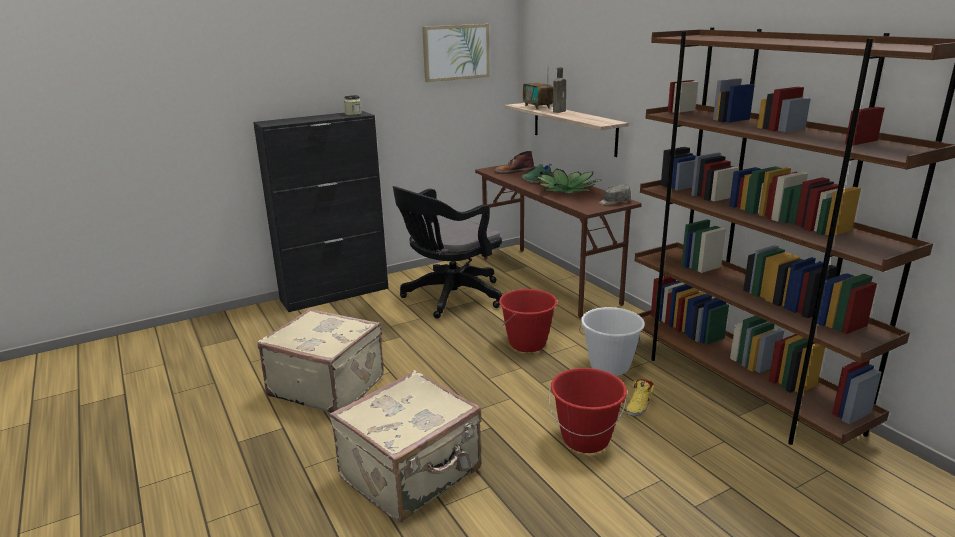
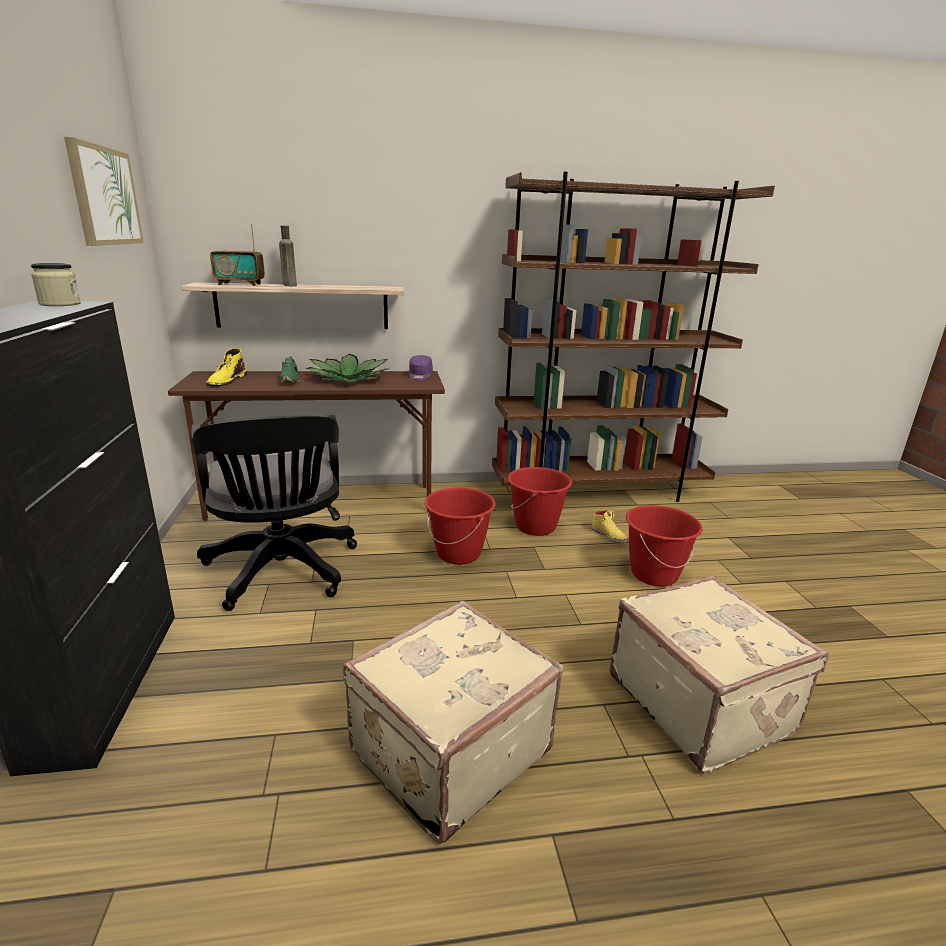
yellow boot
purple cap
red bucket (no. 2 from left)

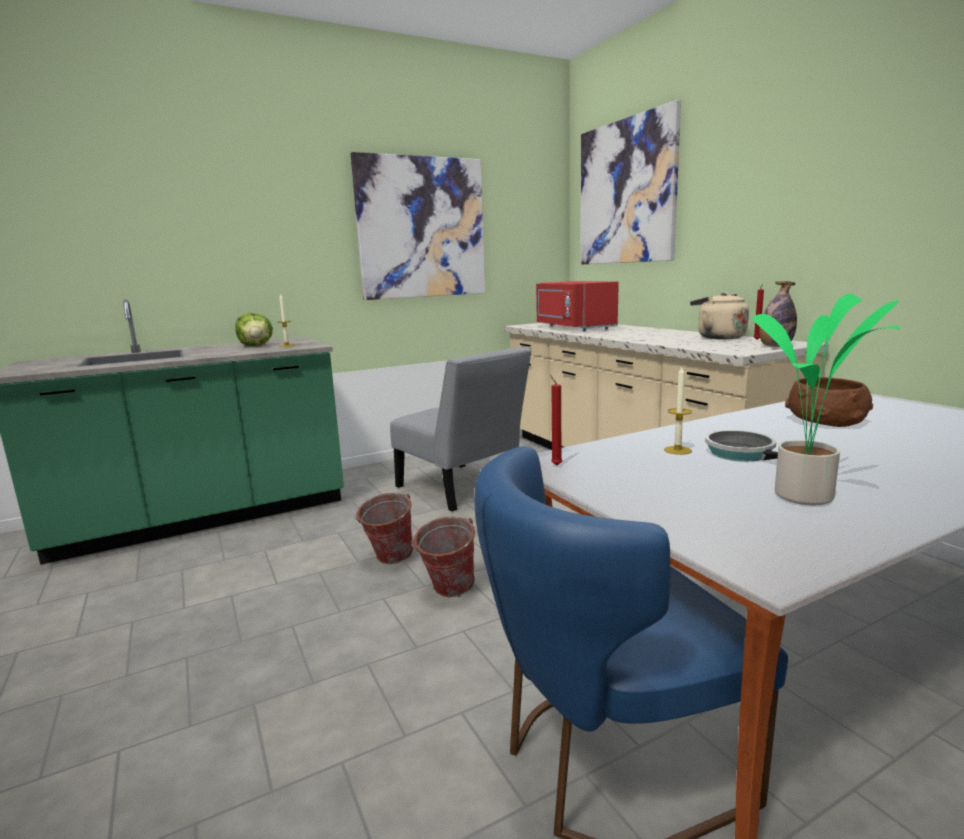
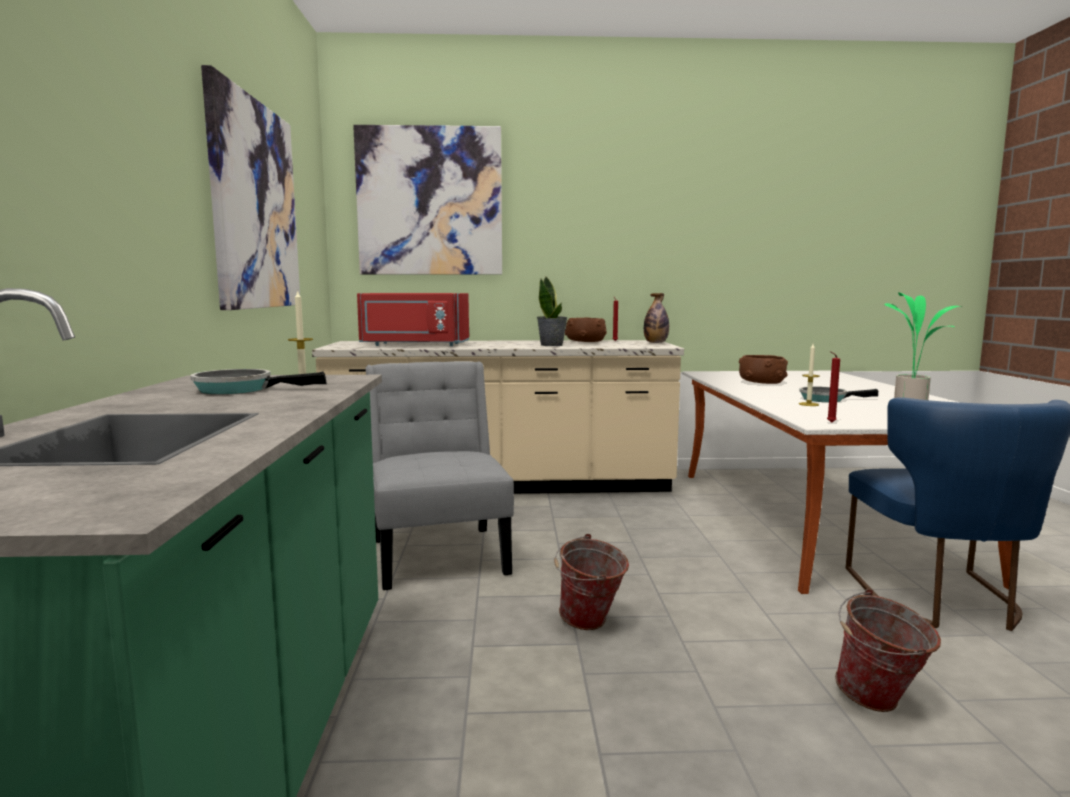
brown bowl (no. 1 from left)
frying pan (no. 1 from left)
grey chair
bucket (no. 2 from left)
potted plant (no. 1 from left)

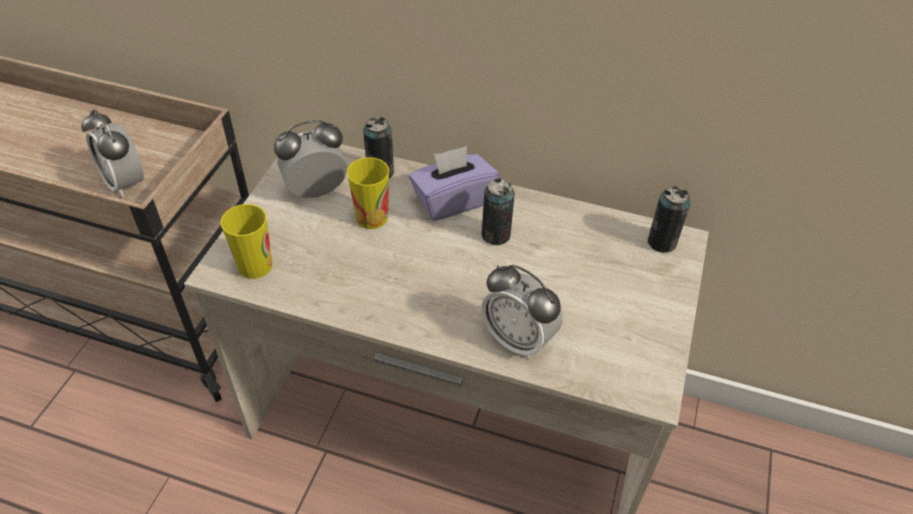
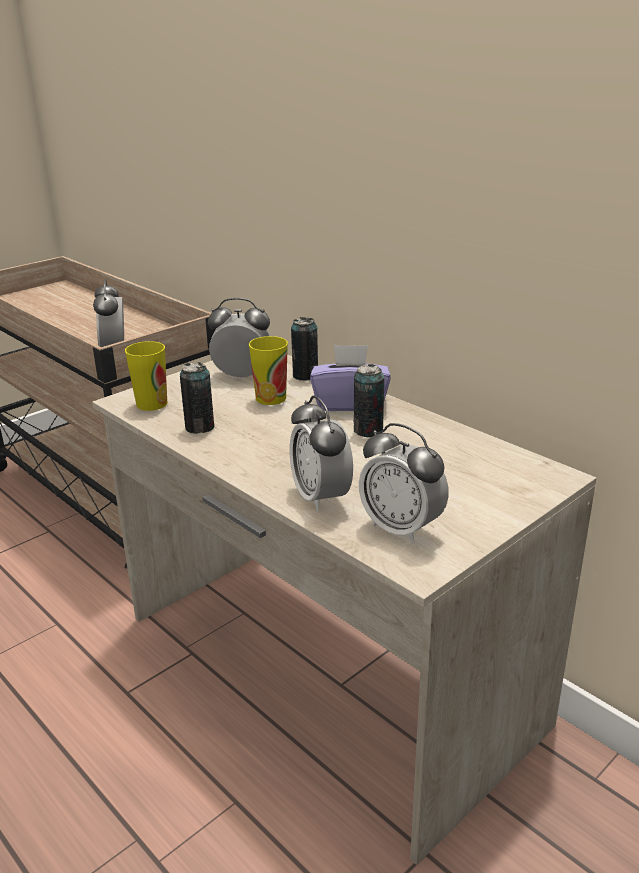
can (no. 1 from left)
alarm clock (no. 4 from left)

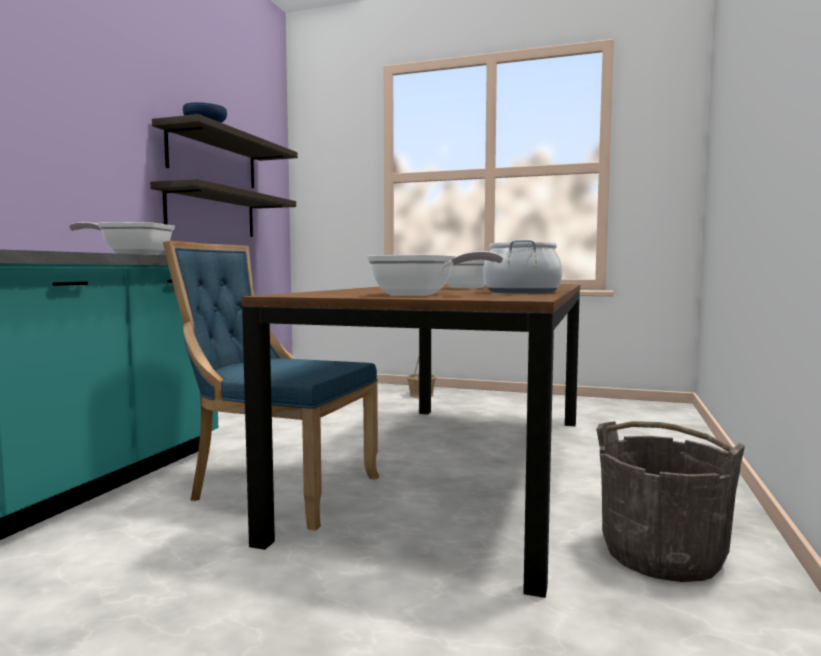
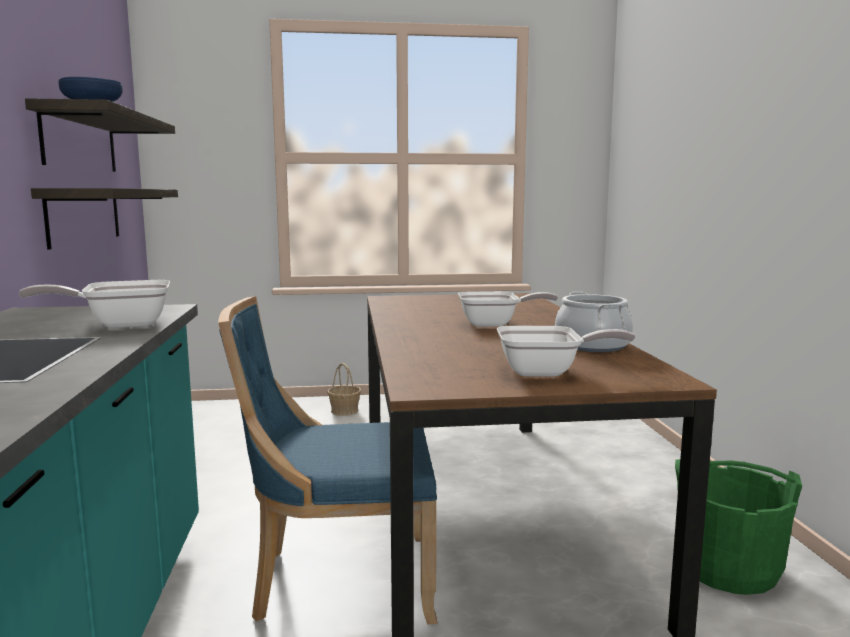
green bucket

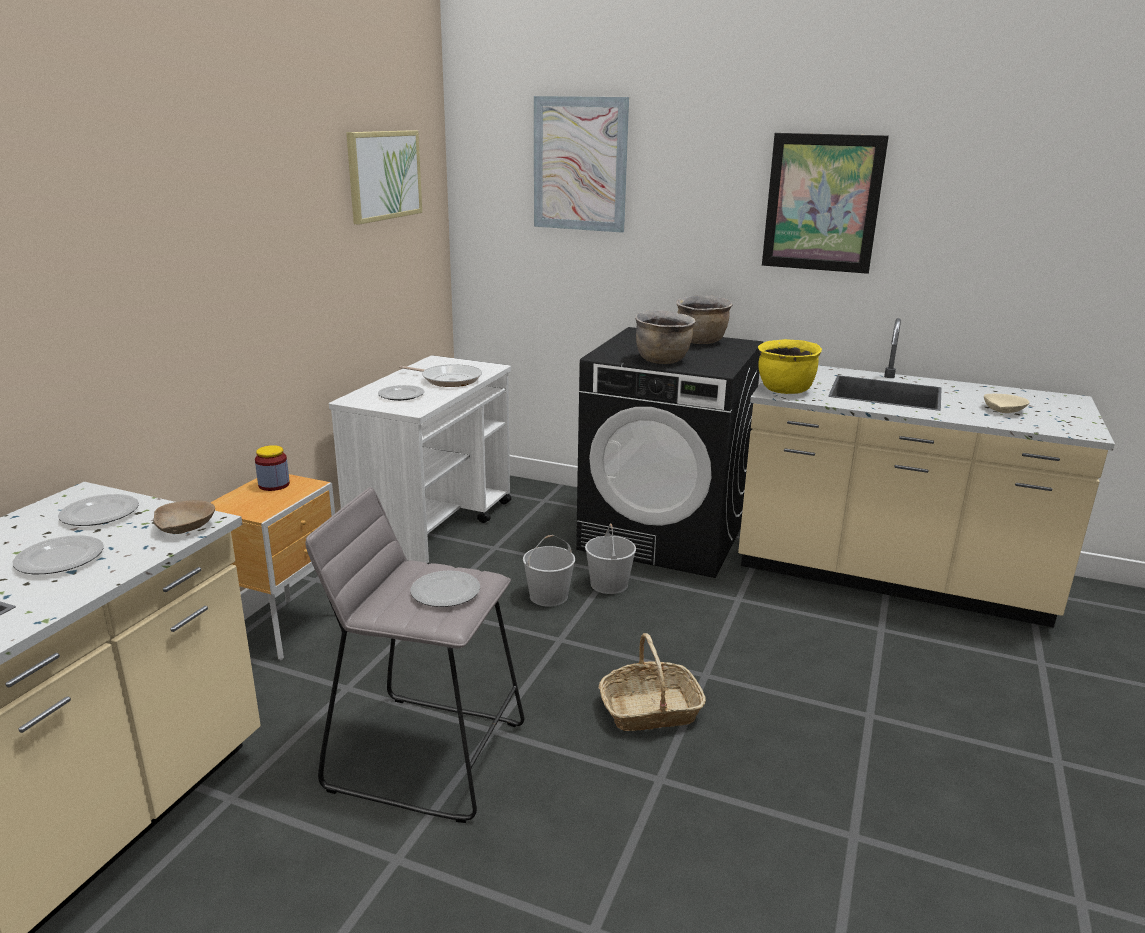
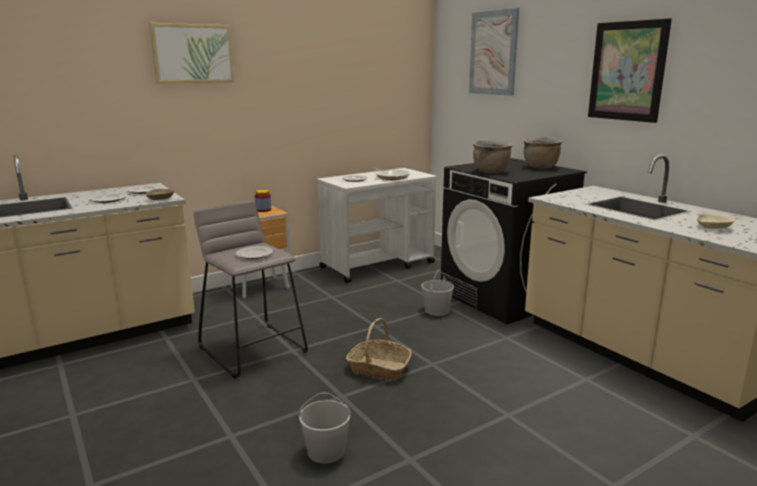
picture (no. 1 from left)
yellow cooking pot
white bucket (no. 1 from left)

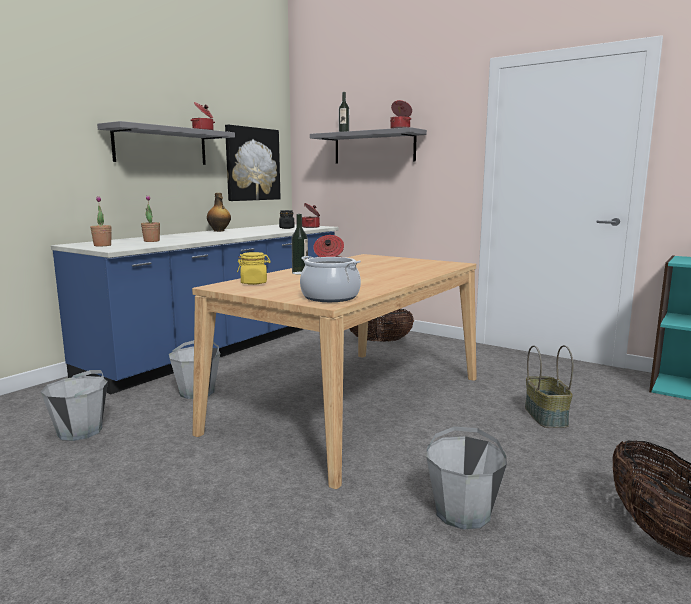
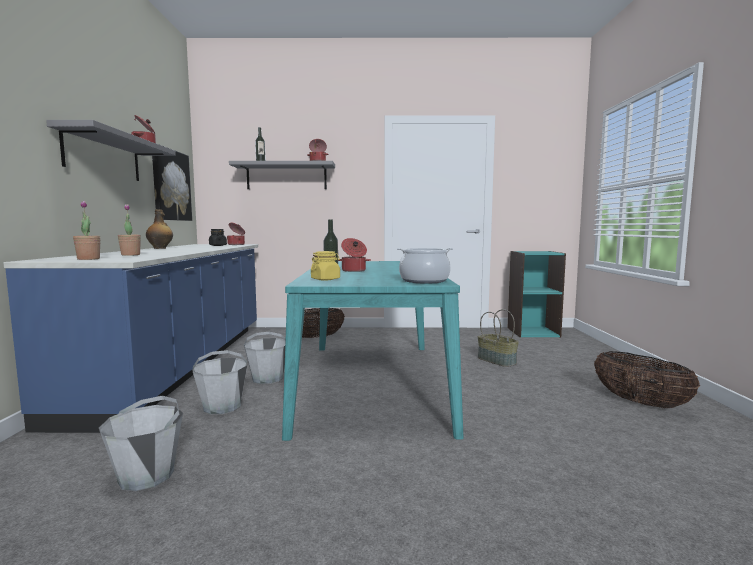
turquoise dining table
grey bucket (no. 3 from left)

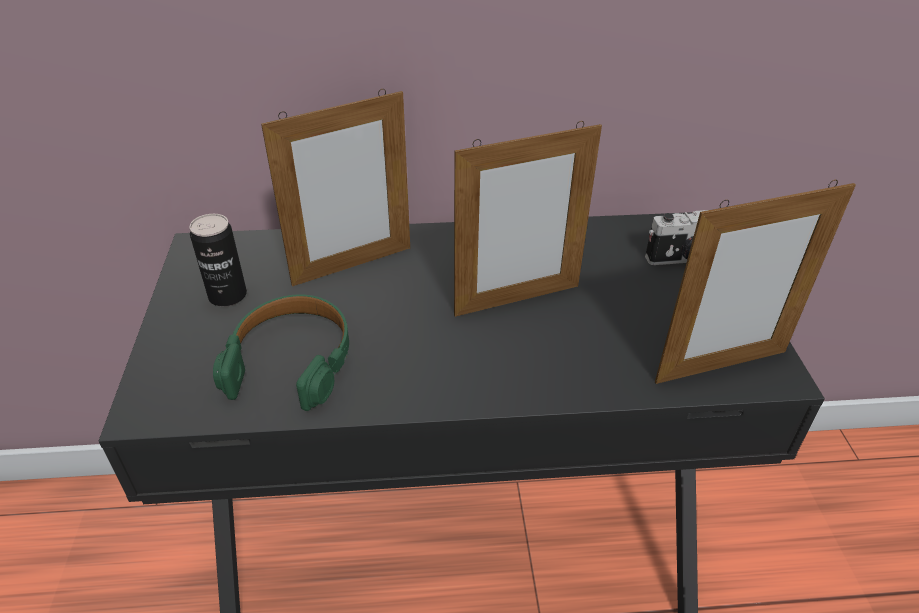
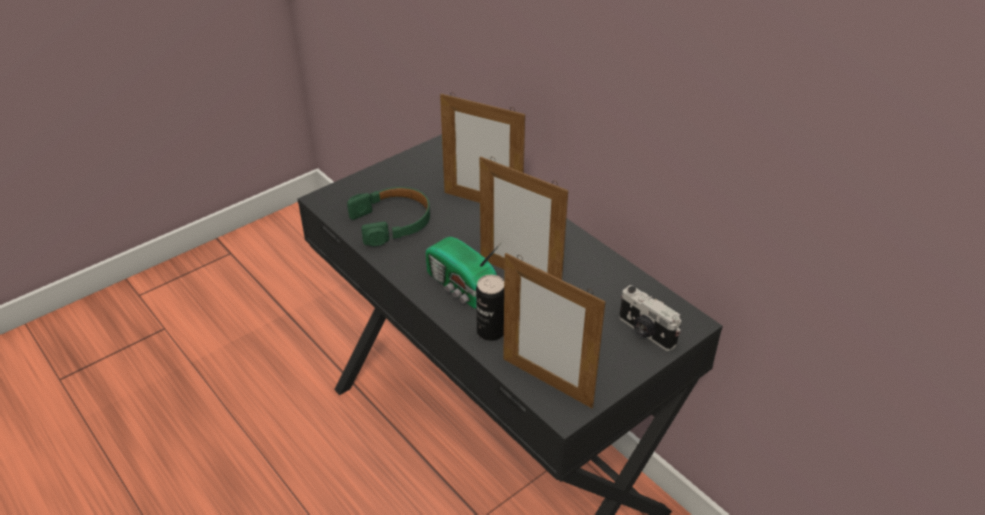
can
radio

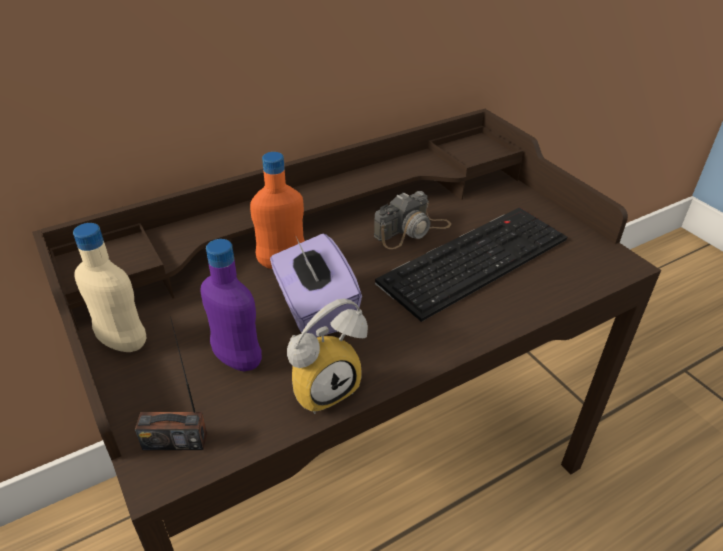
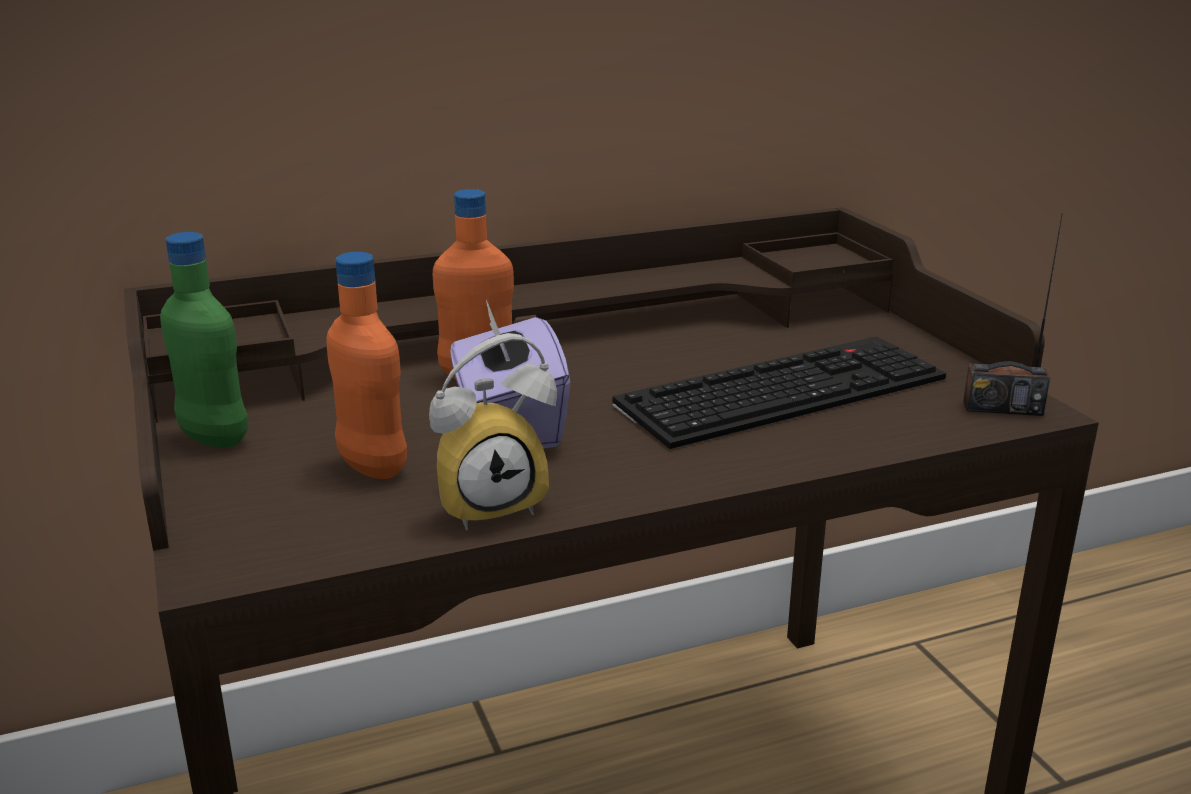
photo camera
green bottle
orange bottle (no. 1 from left)
radio

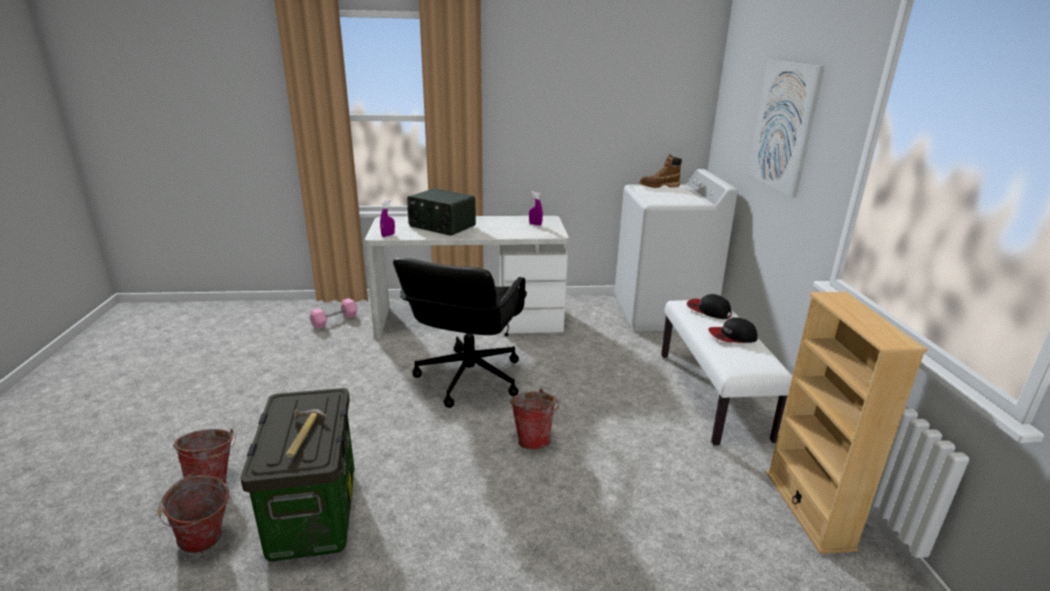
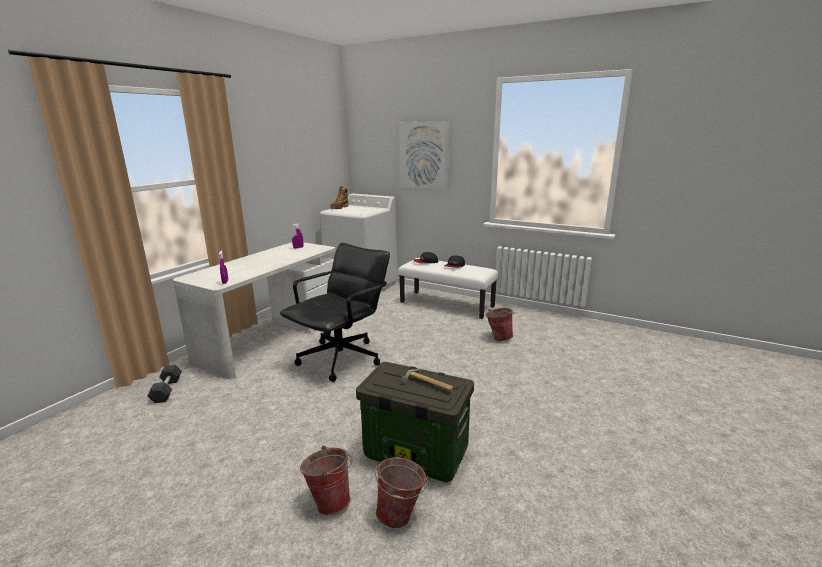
radio
black office chair
beige bookcase
grey dumbbell
bucket (no. 3 from left)

